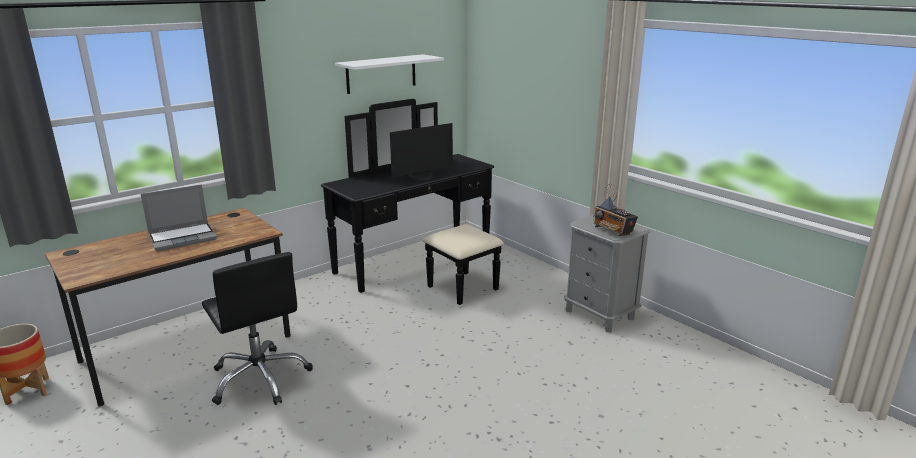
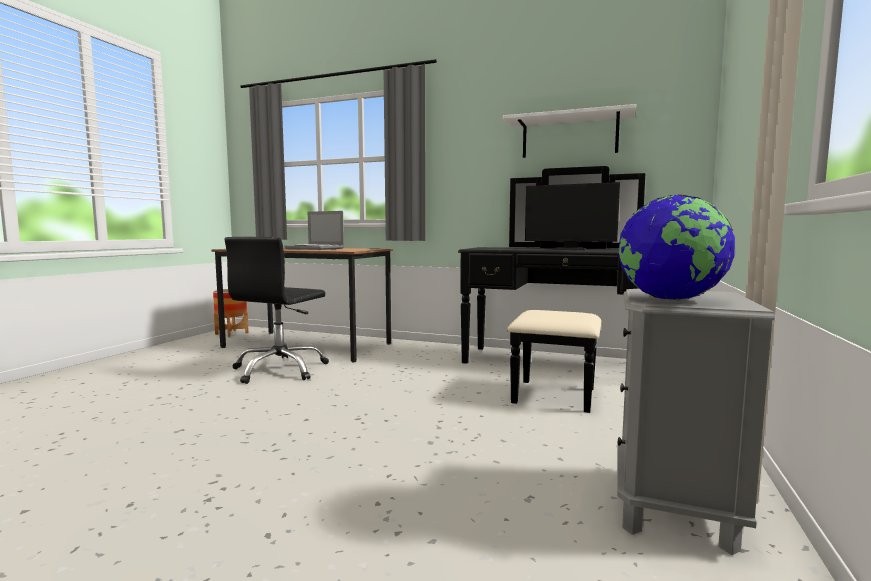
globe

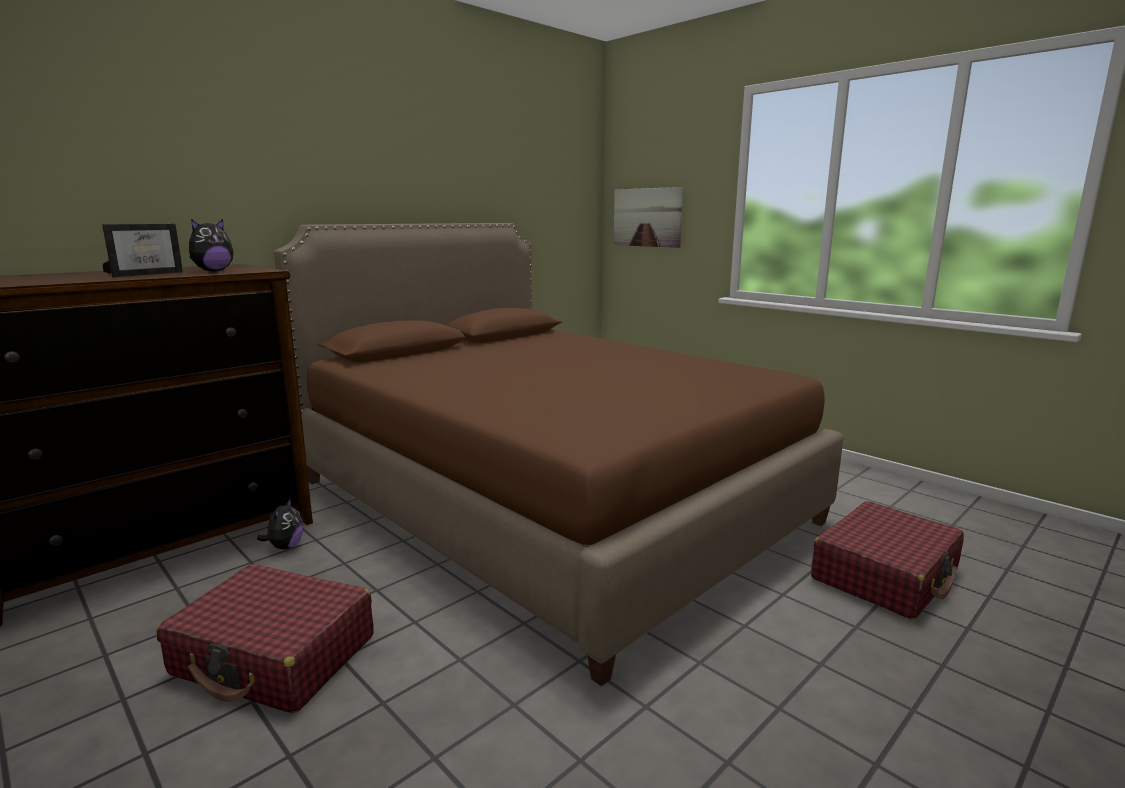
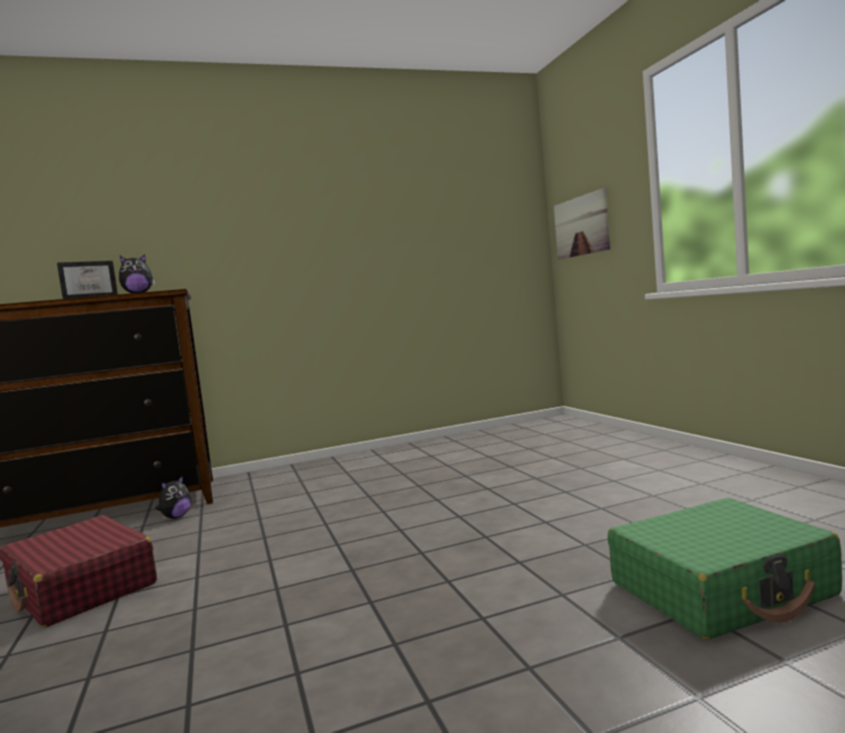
brown bed
green suitcase

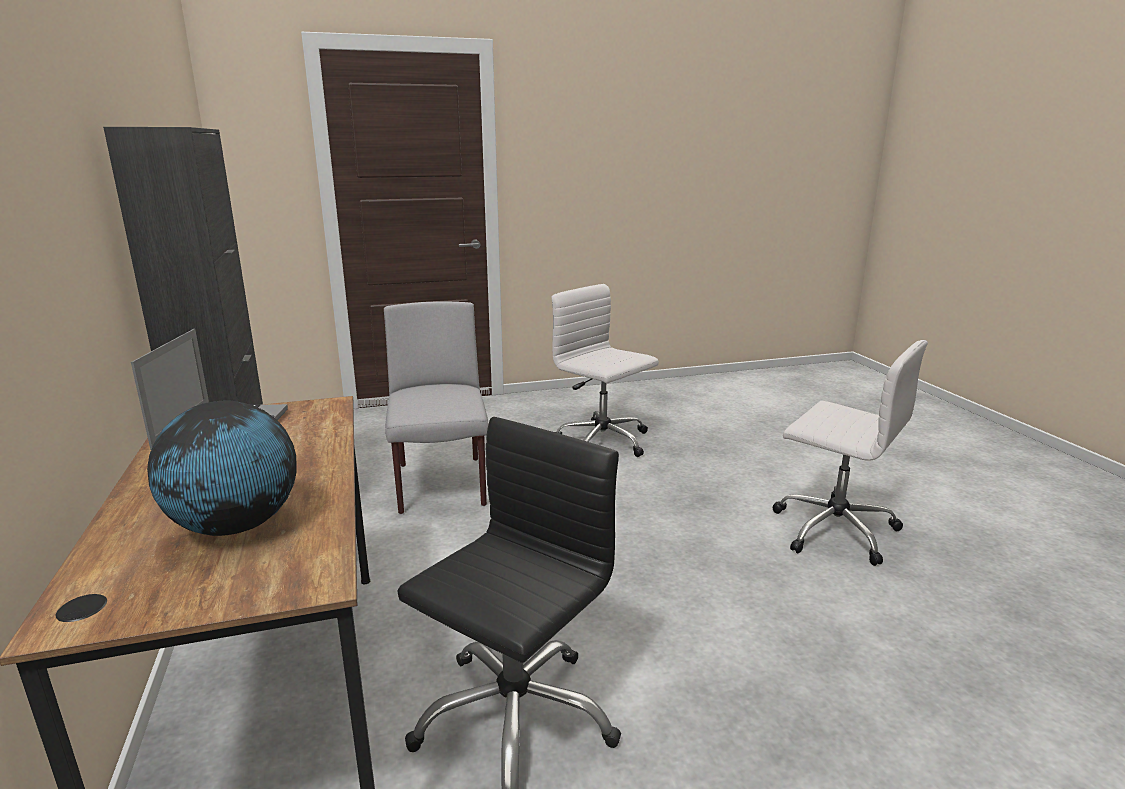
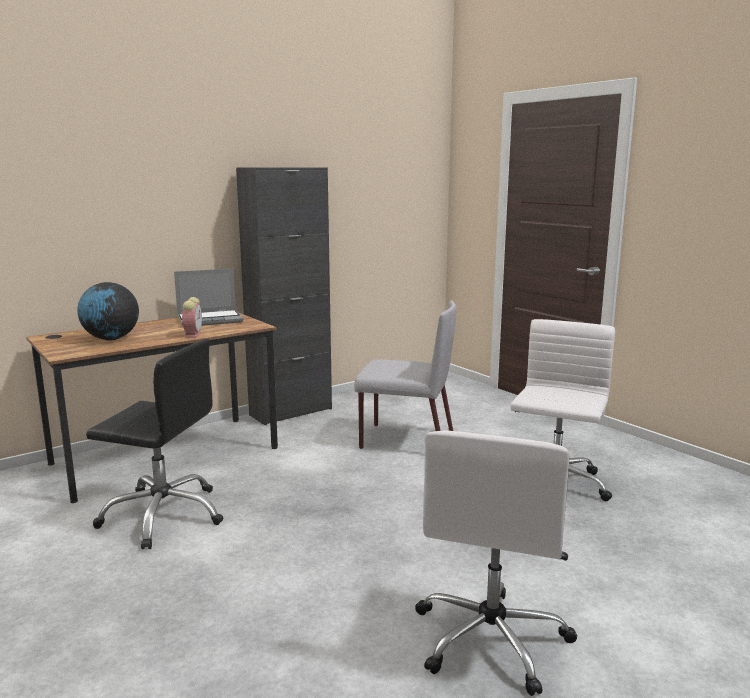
grey chair
alarm clock

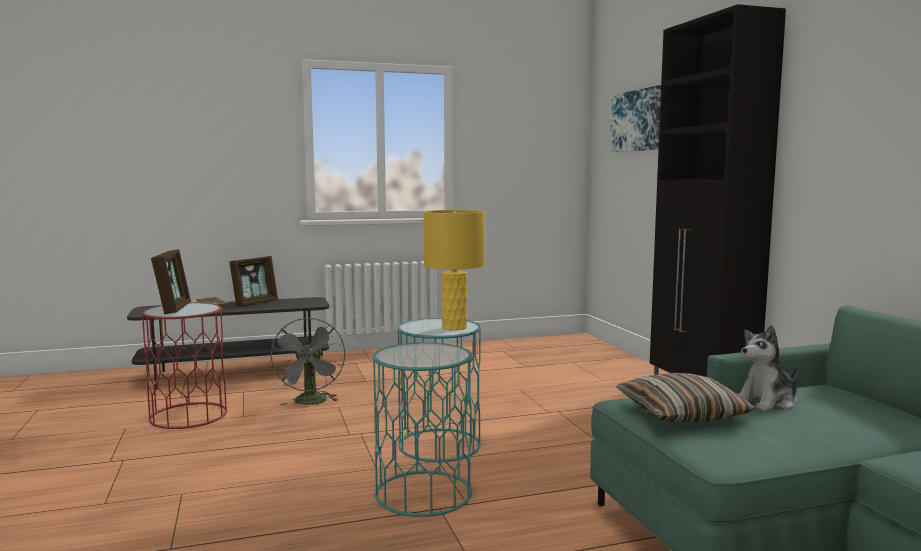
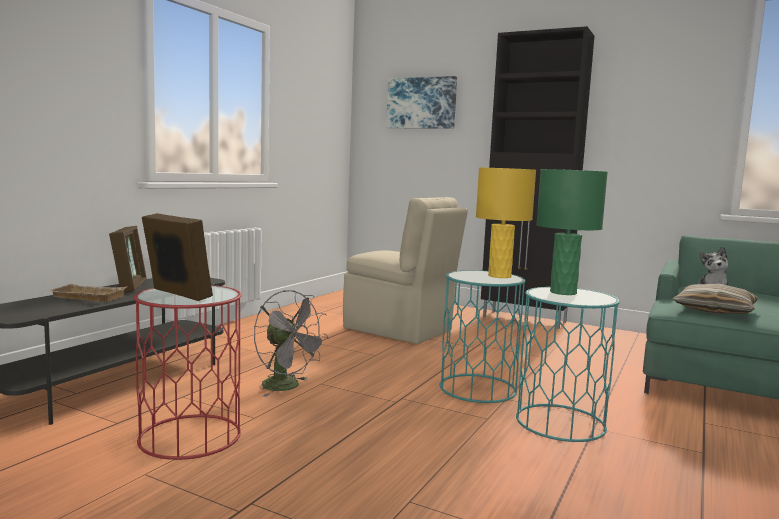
green table lamp
beige chair

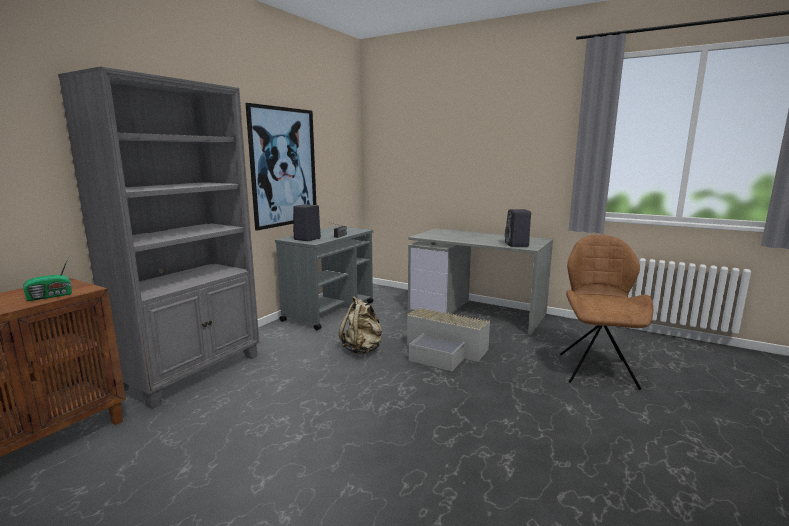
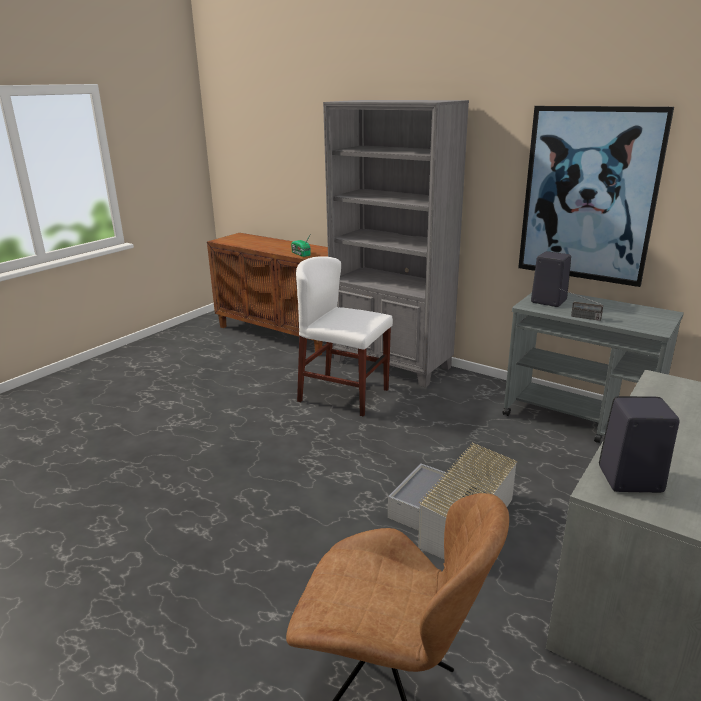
beige backpack
white chair

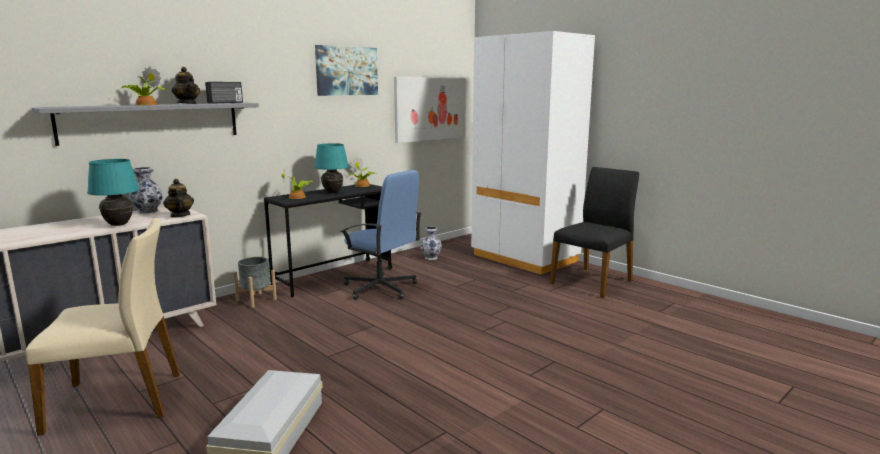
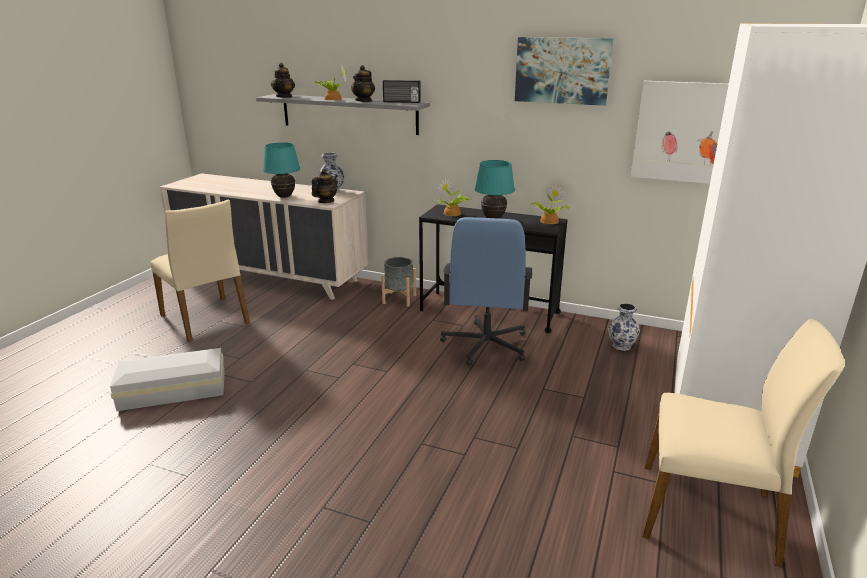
beige chair (no. 2 from left)
teapot (no. 1 from left)

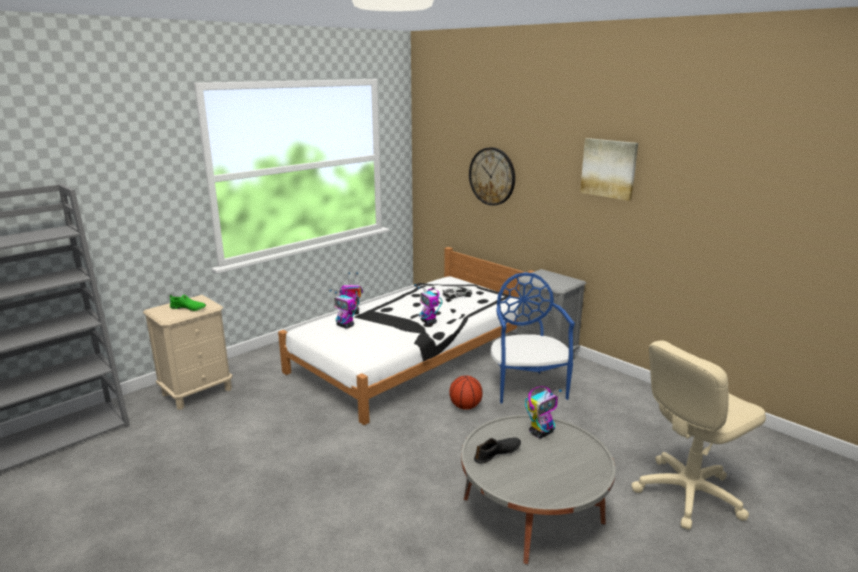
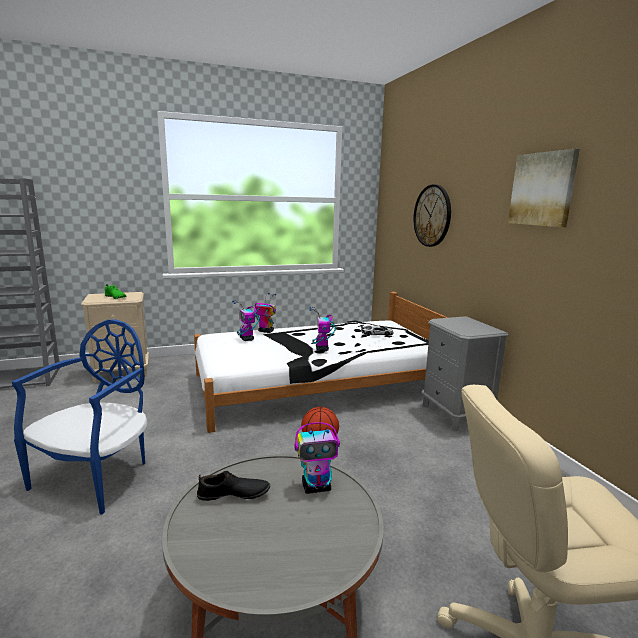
blue chair

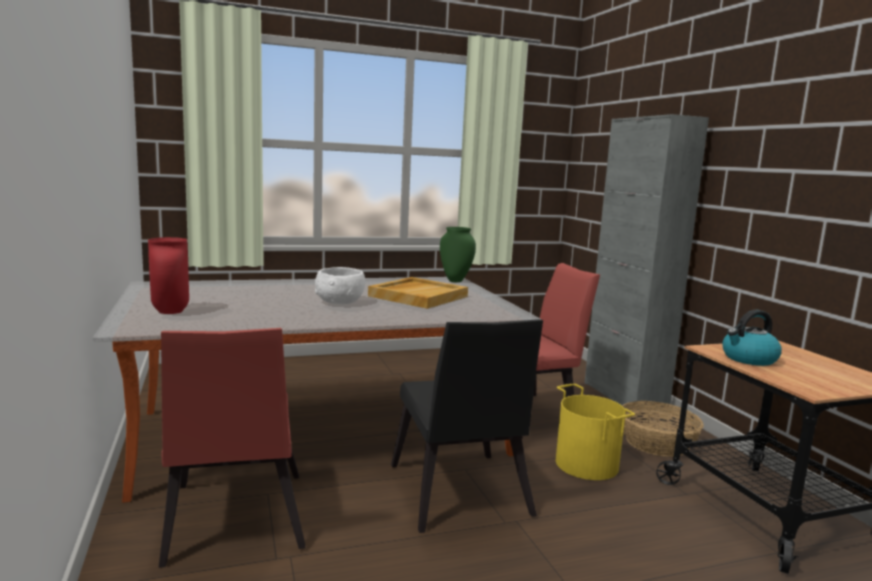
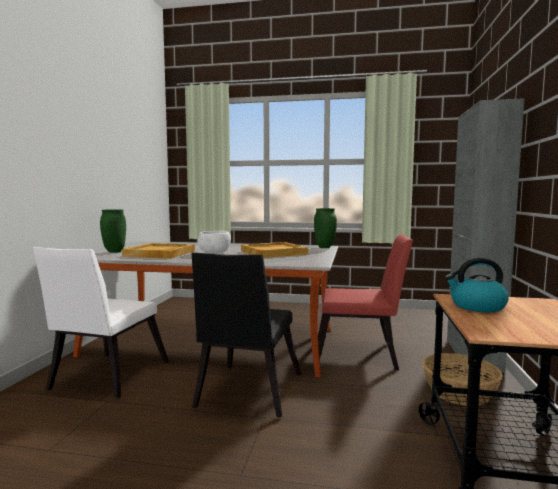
green vase (no. 1 from left)
white chair
yellow bucket
beige tray (no. 1 from left)

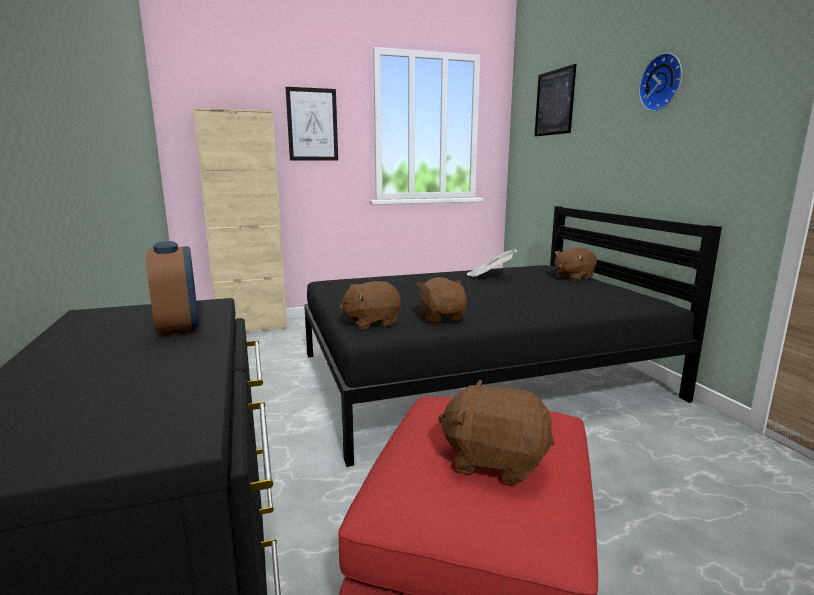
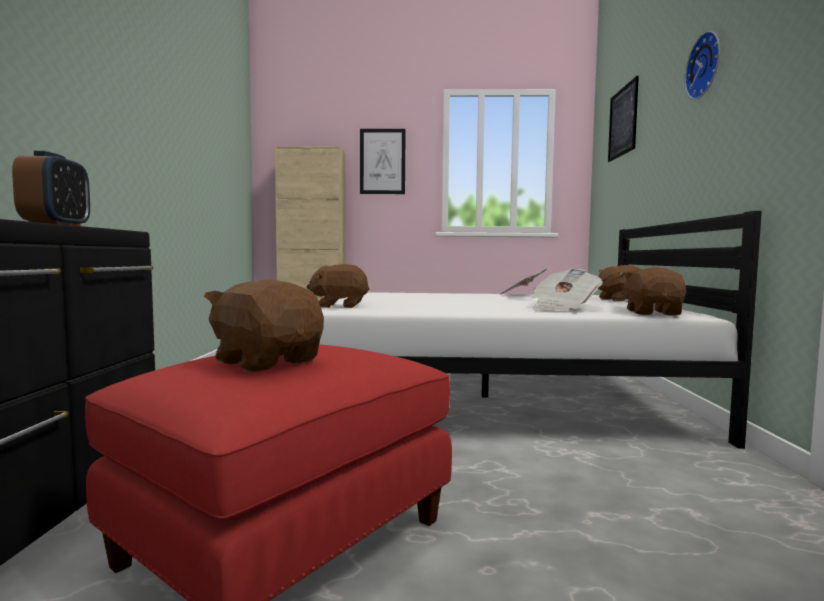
white bed
brown plush toy (no. 4 from left)
newspaper (no. 2 from left)

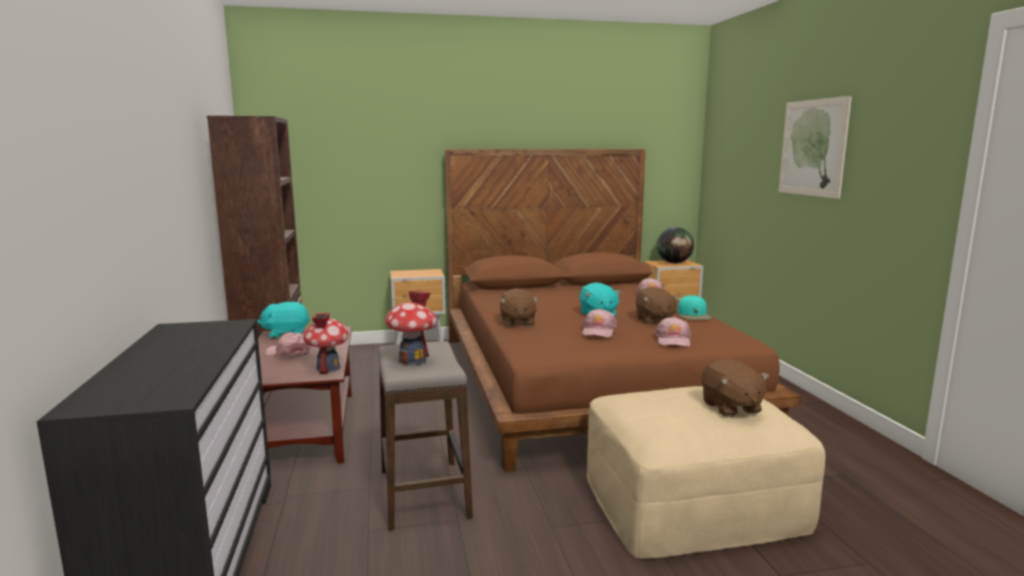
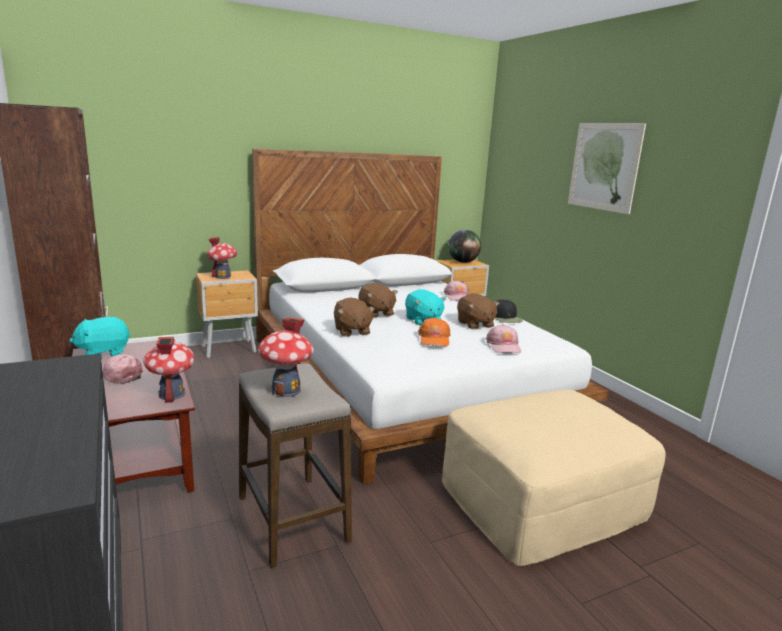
white bed
black cap
orange cap
brown plush toy (no. 2 from left)
toy house (no. 2 from left)

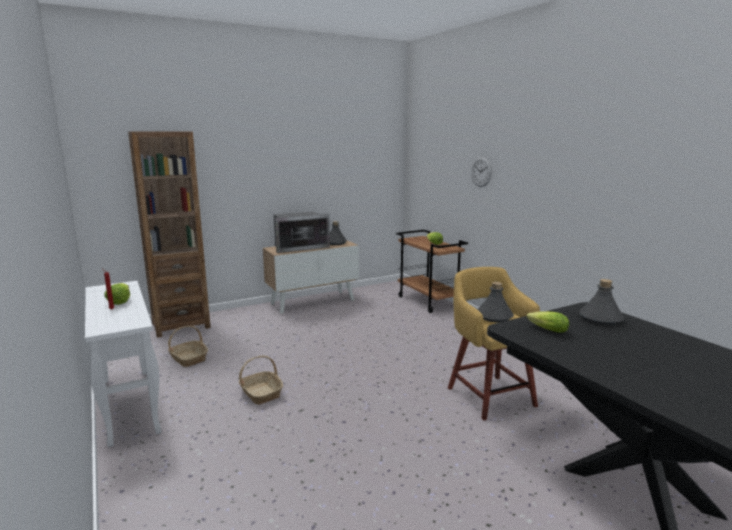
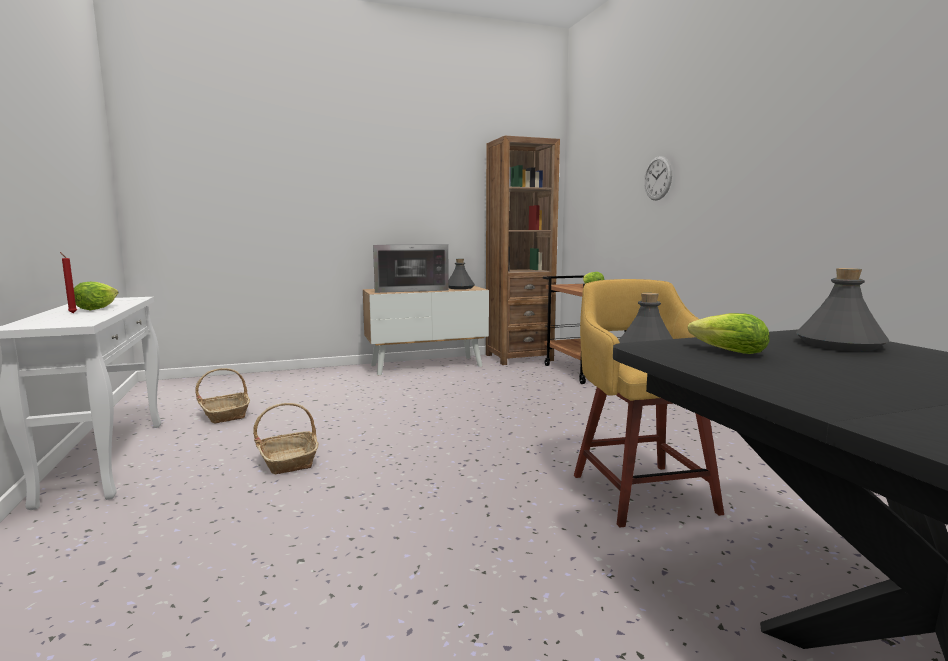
brown bookcase

